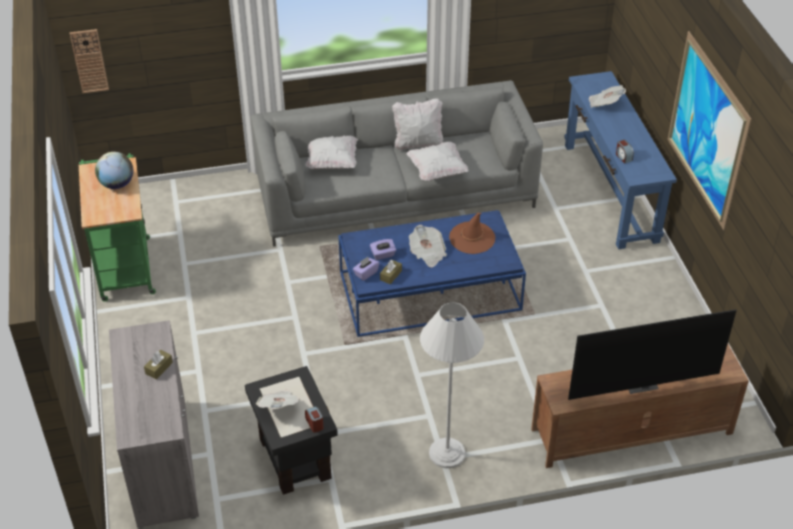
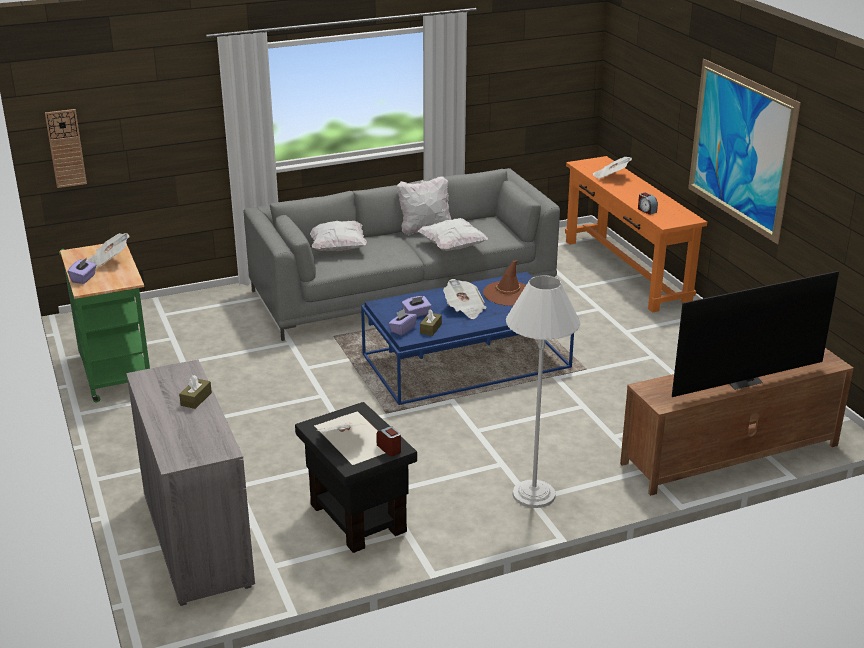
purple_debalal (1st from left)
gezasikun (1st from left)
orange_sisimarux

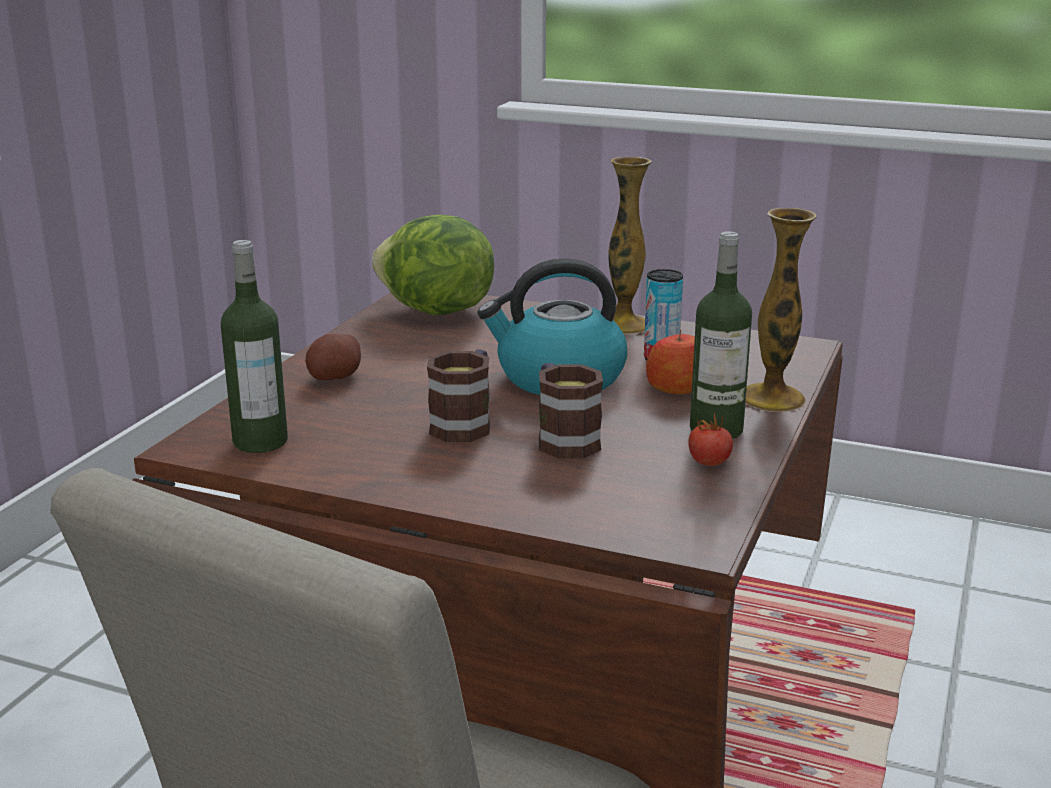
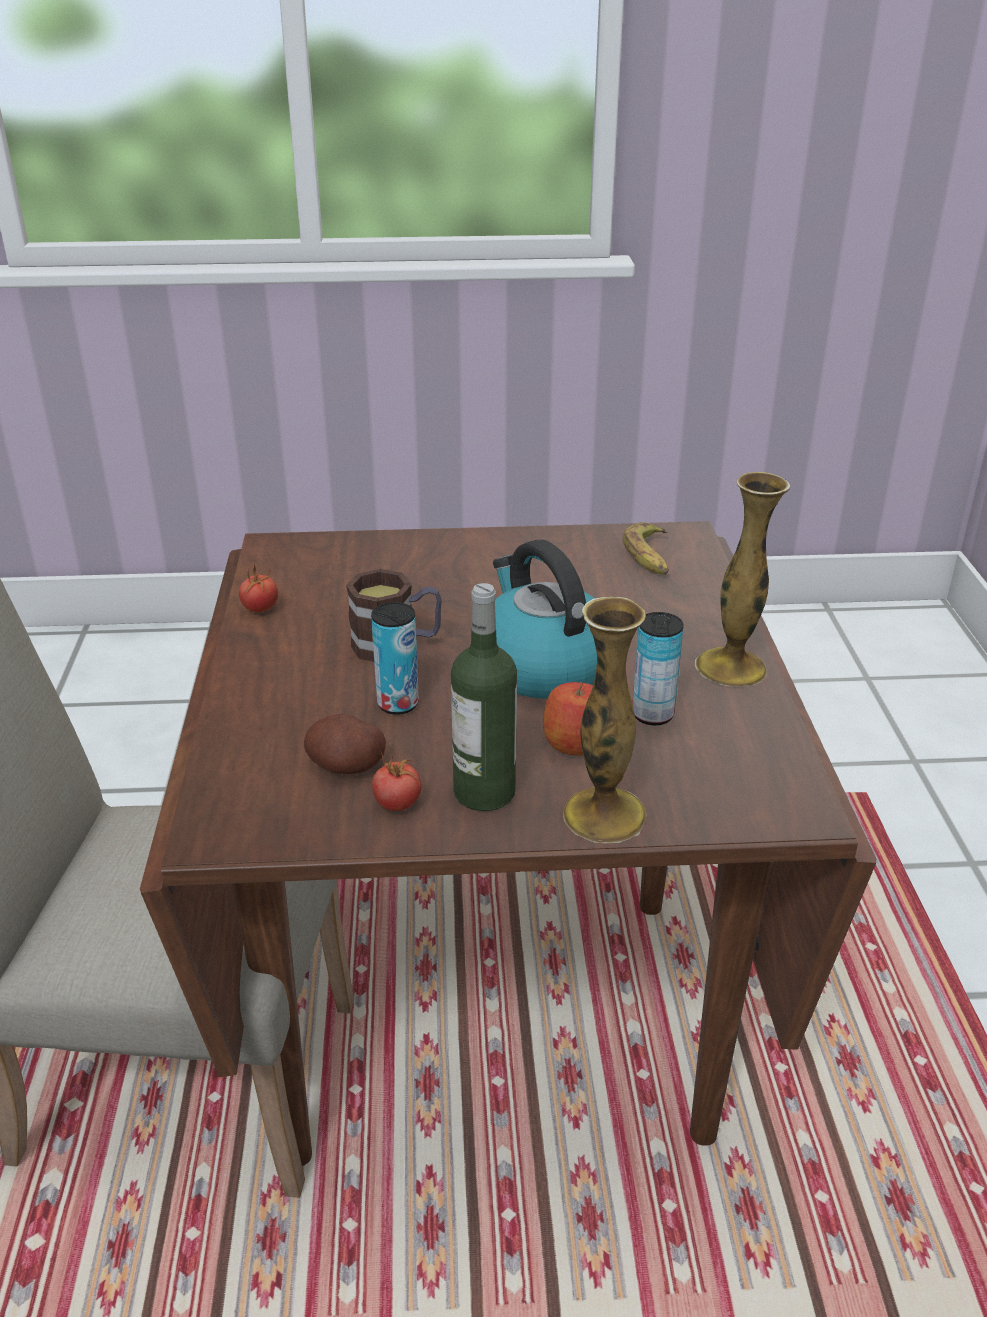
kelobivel (1st from left)
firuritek
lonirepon (1st from left)
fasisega
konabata (1st from left in the first image)

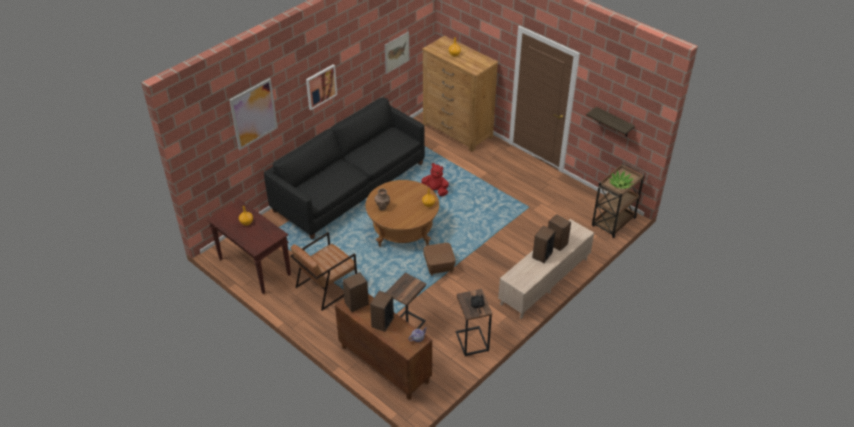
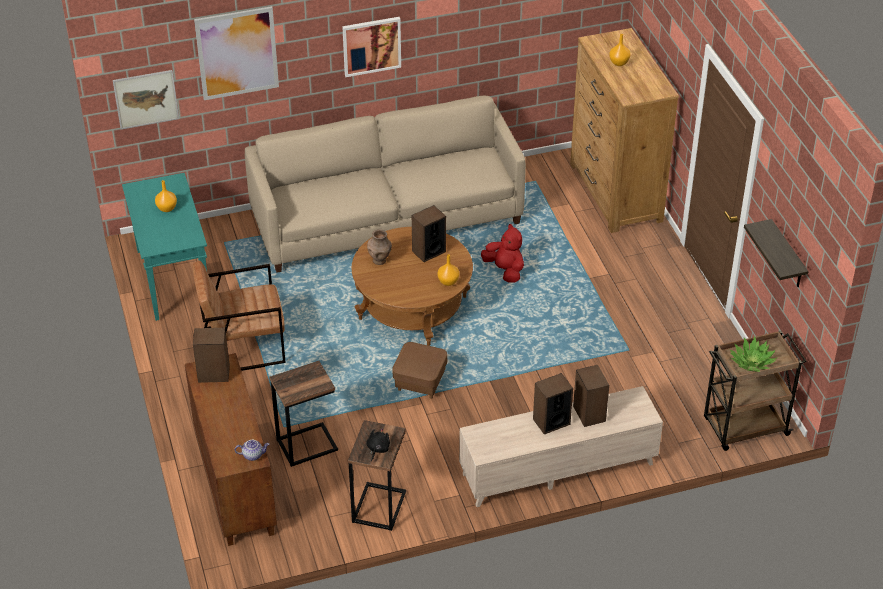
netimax (1st from left)
turquoise_sisimarux
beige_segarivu
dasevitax (2nd from left)

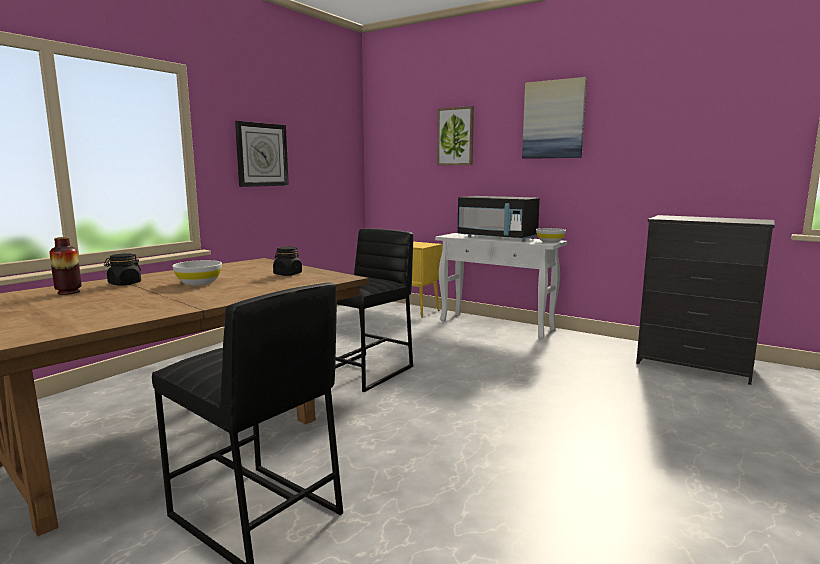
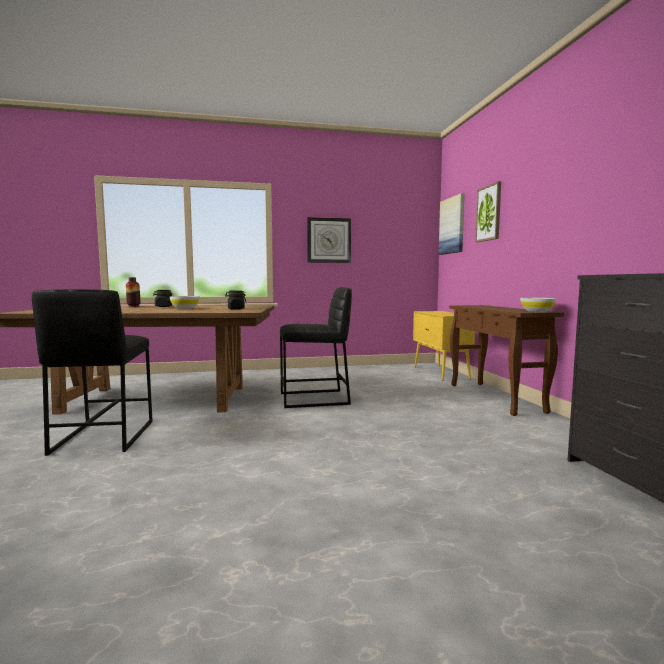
netimax (1st from left)
brown_sisimarux
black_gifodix

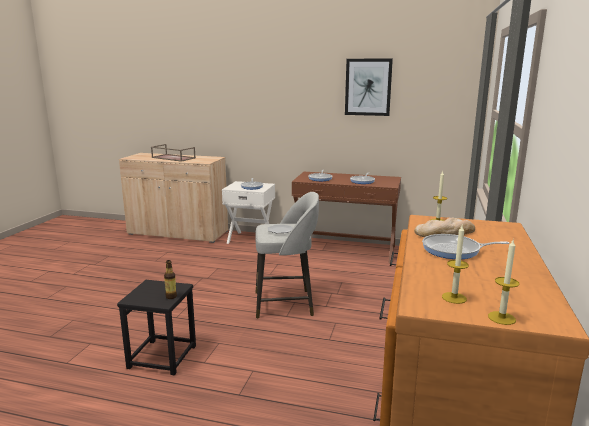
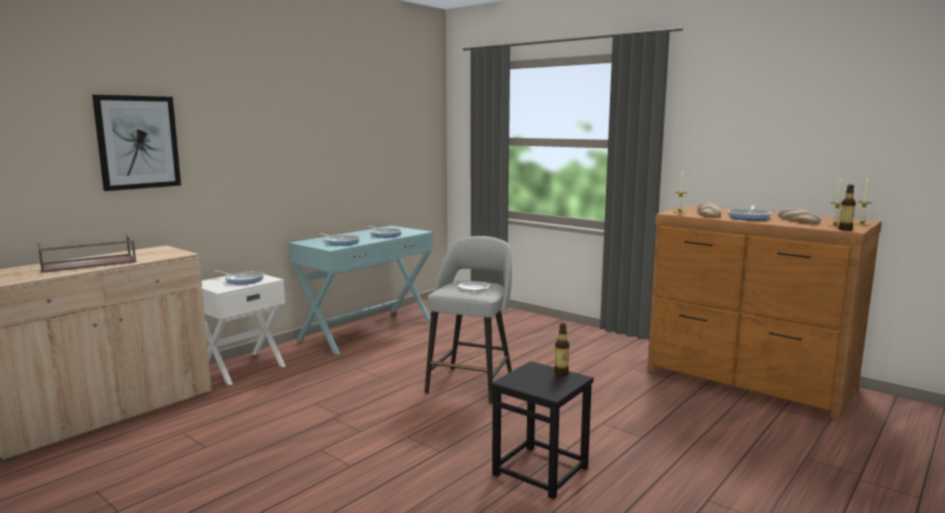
netimax
turquoise_sisimarux
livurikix (2nd from left)
konabata (2nd from left)

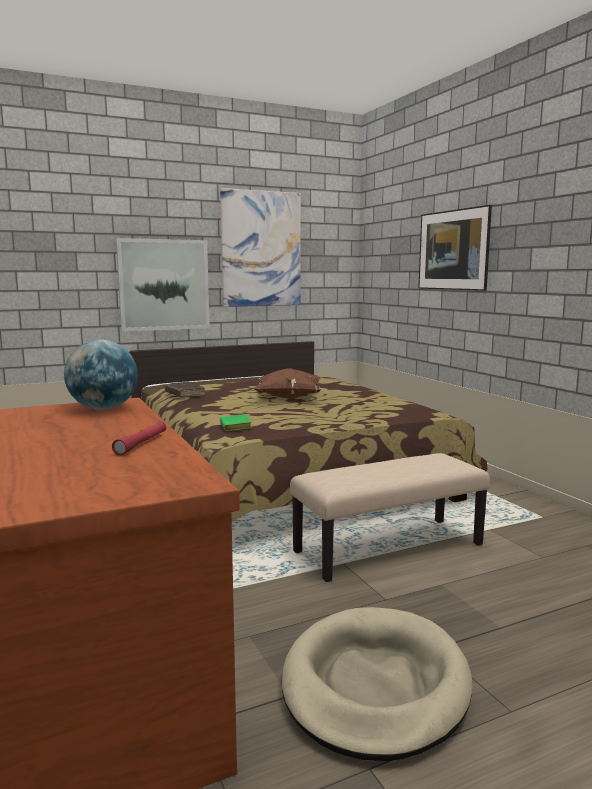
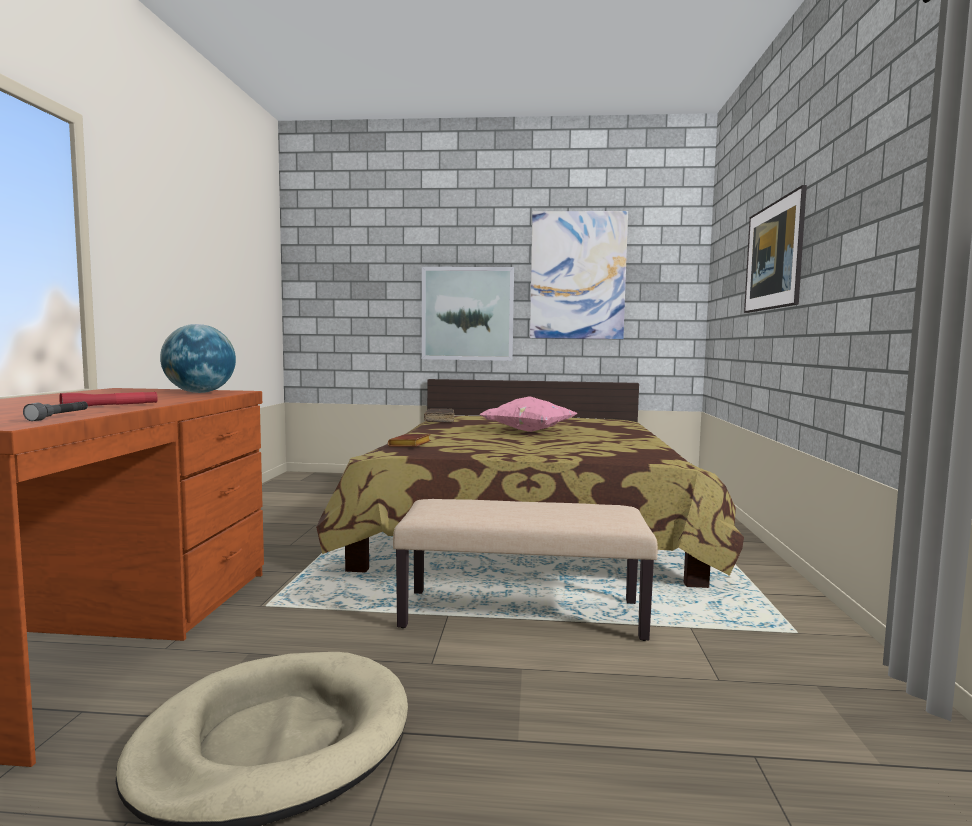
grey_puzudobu
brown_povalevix (1st from left)
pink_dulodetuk

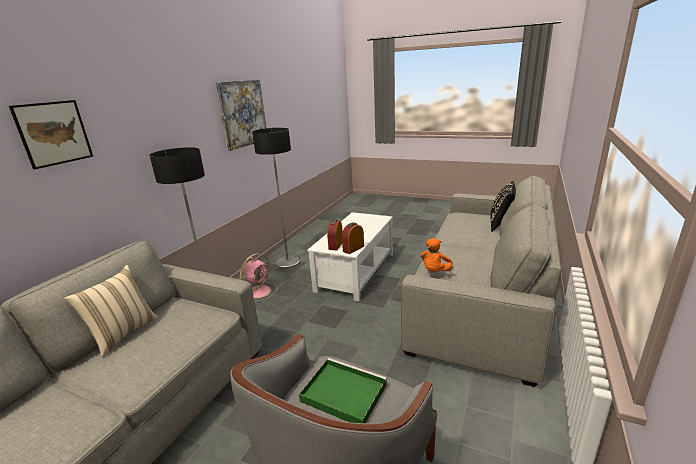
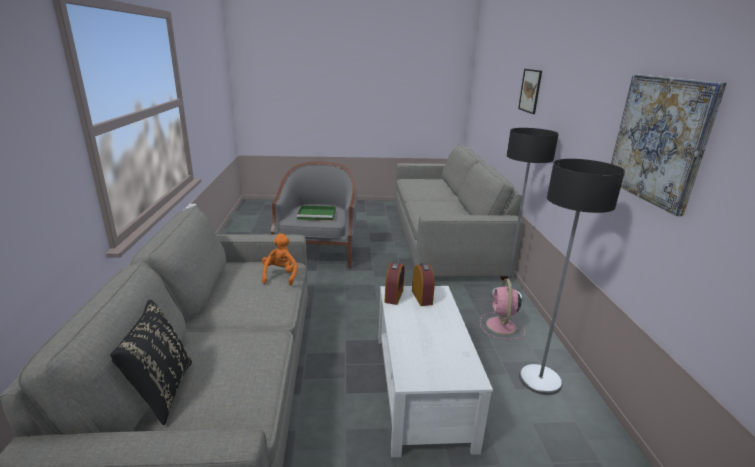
beige_dulodetuk

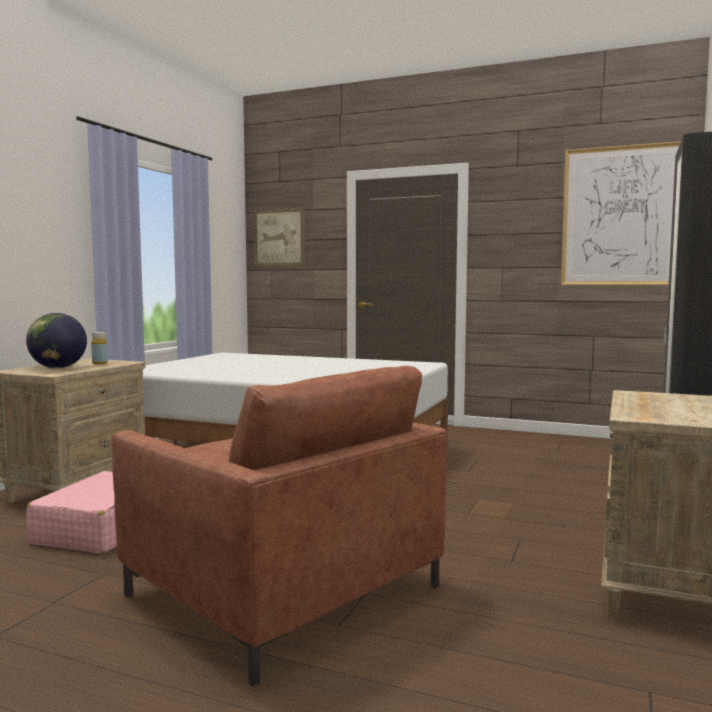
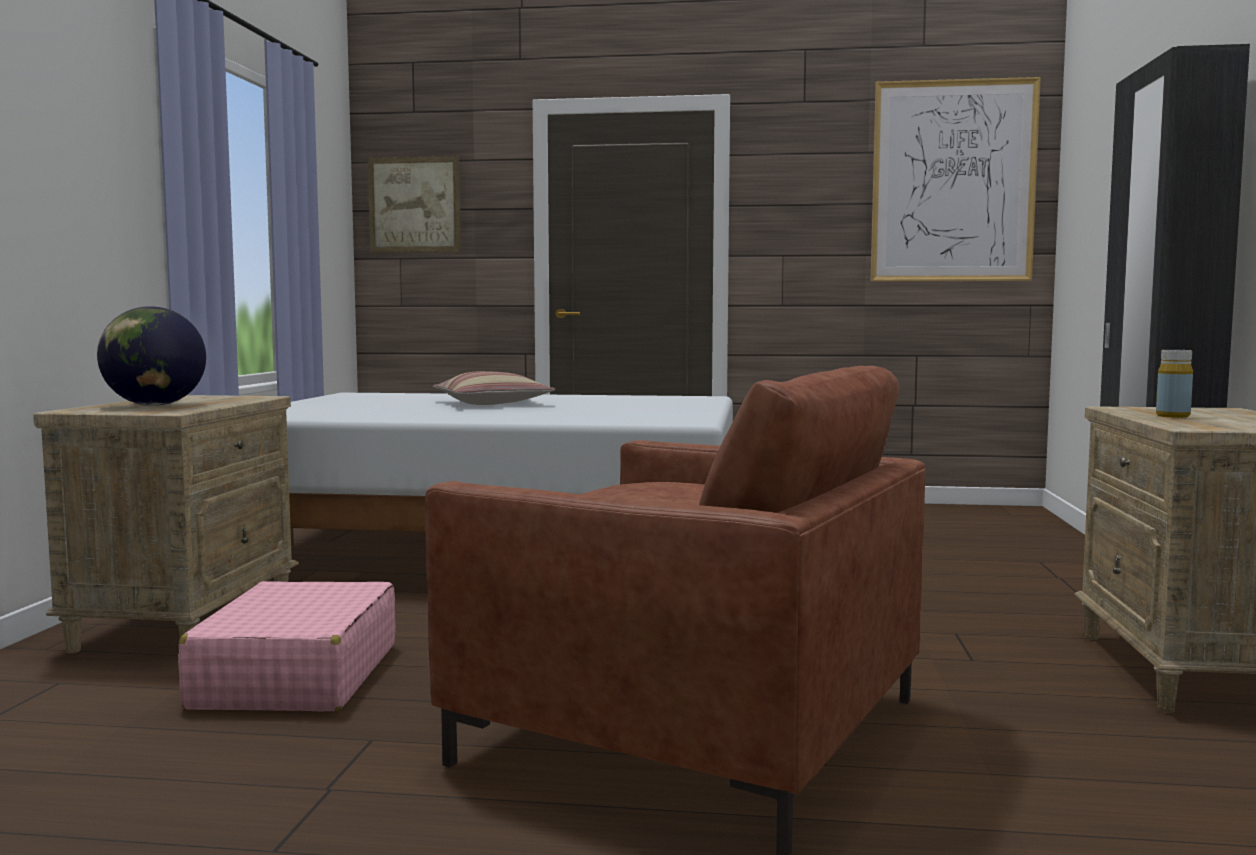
dulodetuk
yellow_konabata

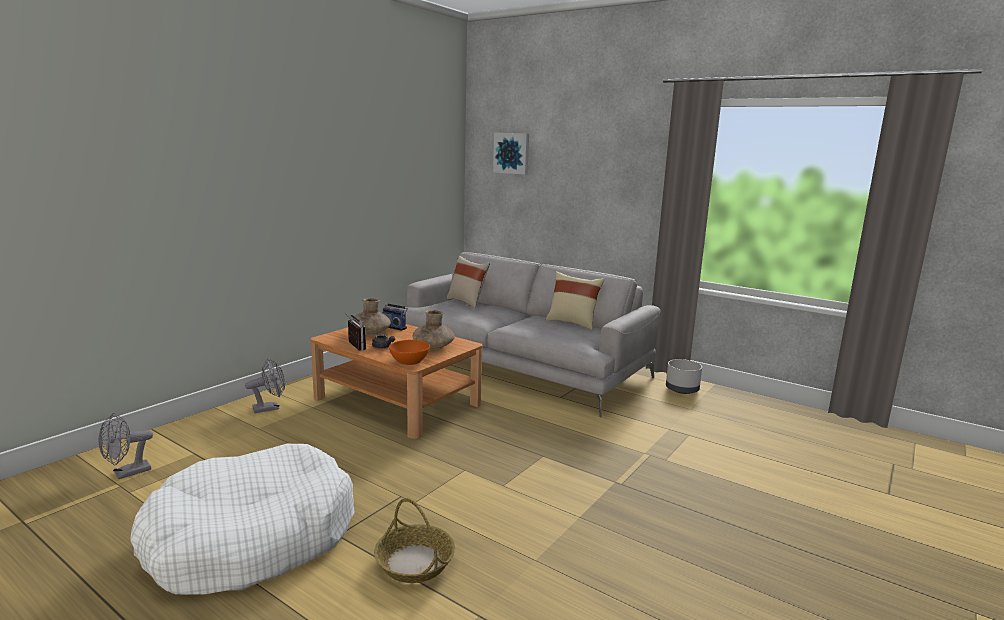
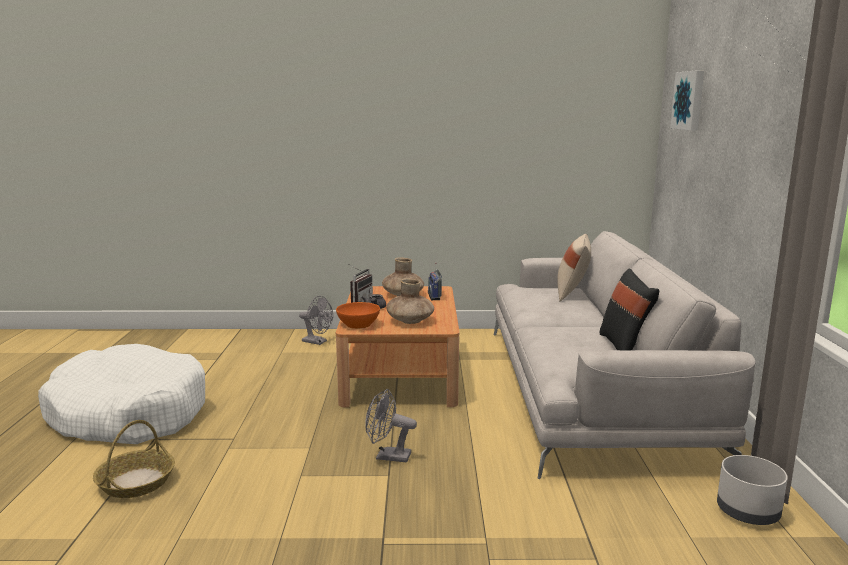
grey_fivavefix (2nd from left)
black_dulodetuk

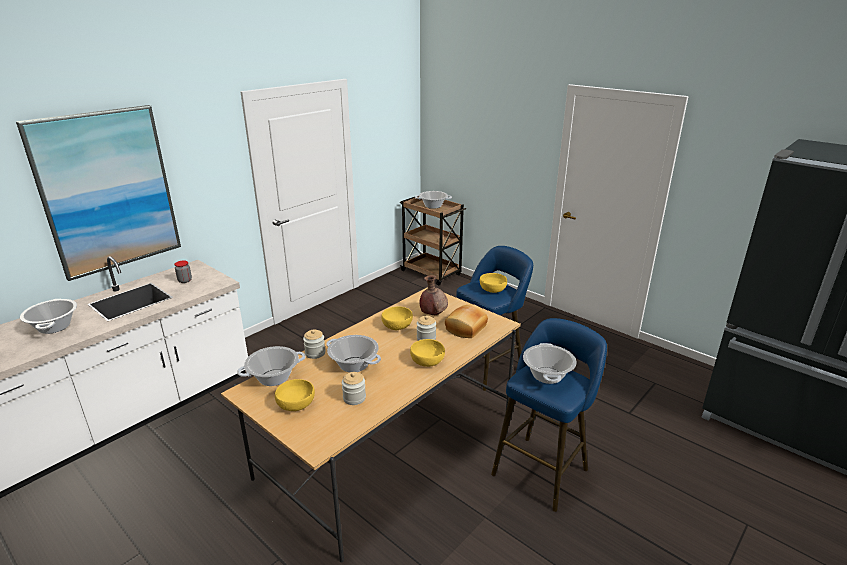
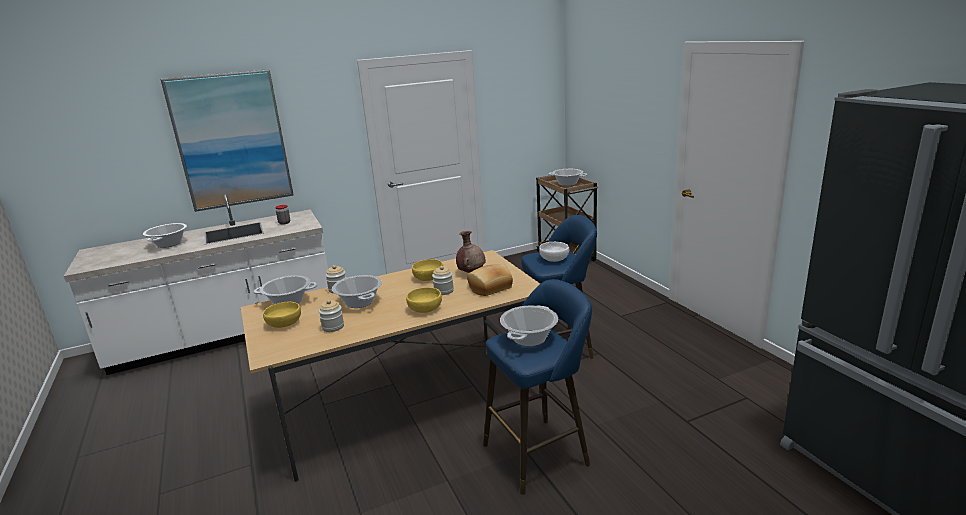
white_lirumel

